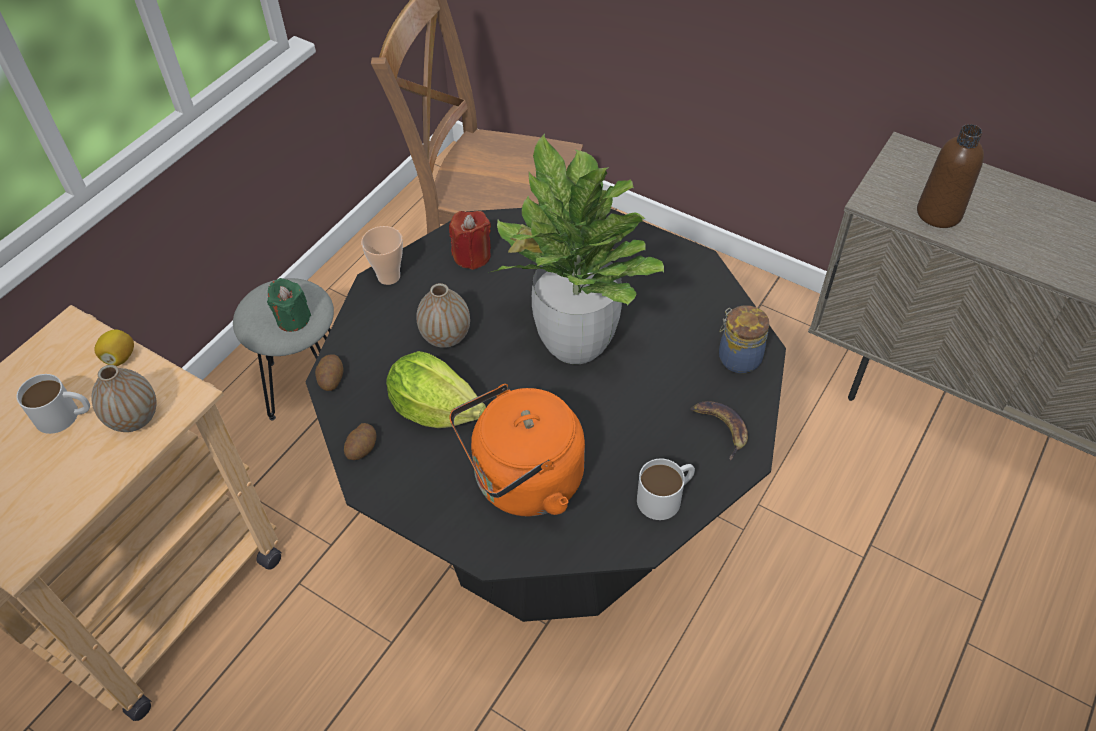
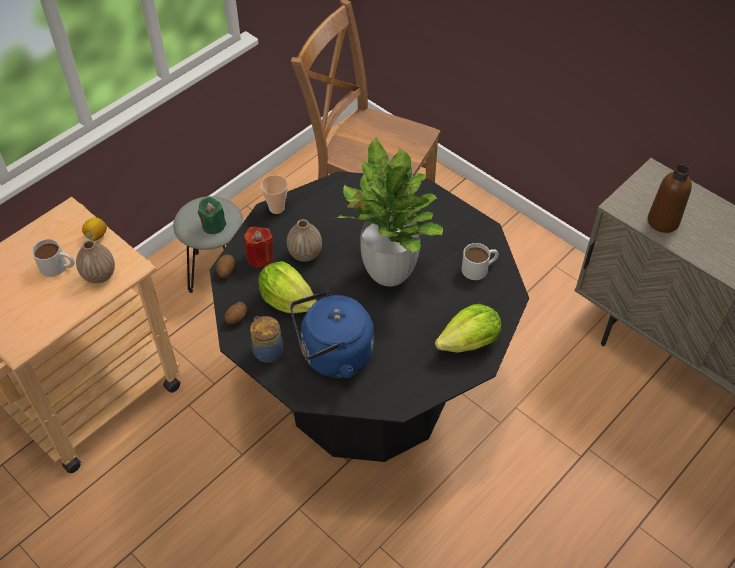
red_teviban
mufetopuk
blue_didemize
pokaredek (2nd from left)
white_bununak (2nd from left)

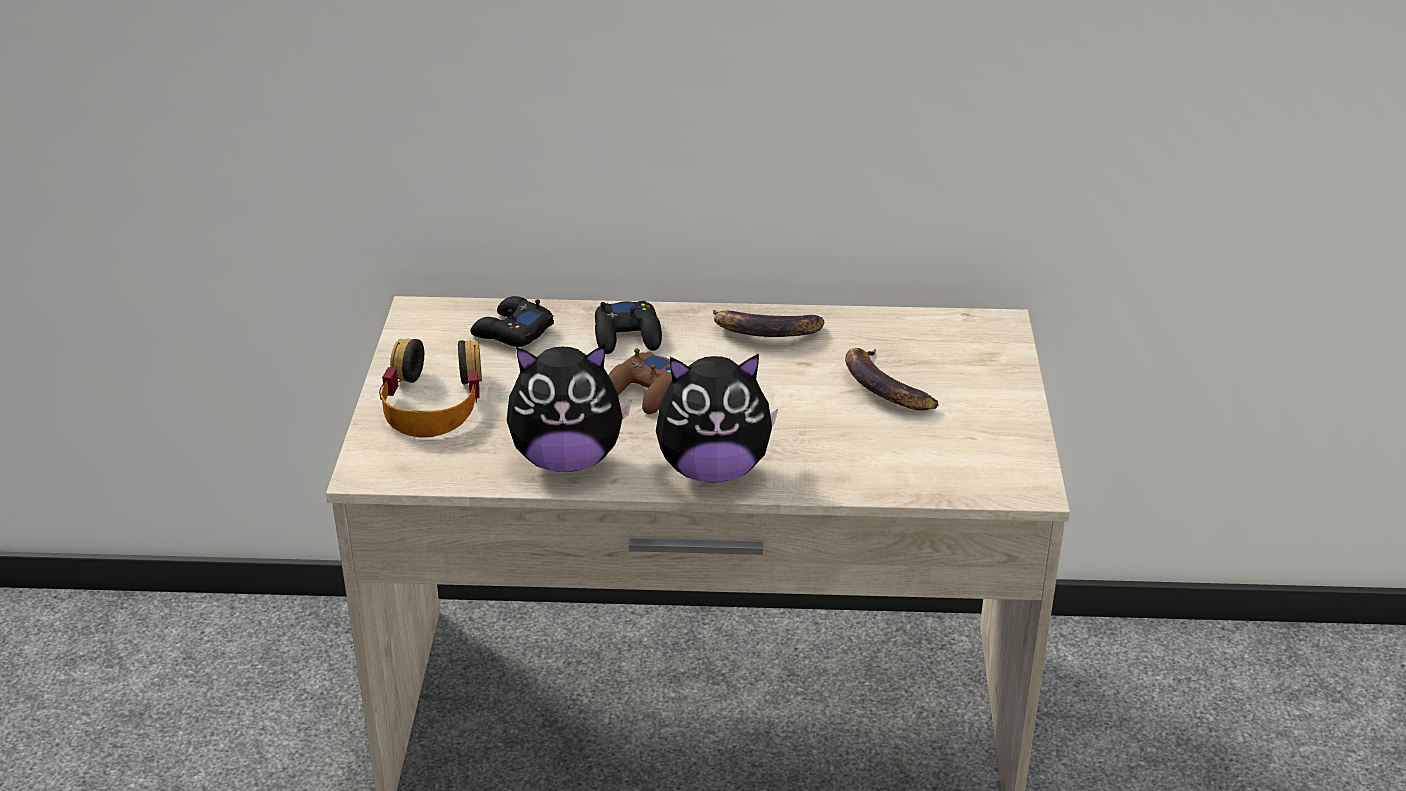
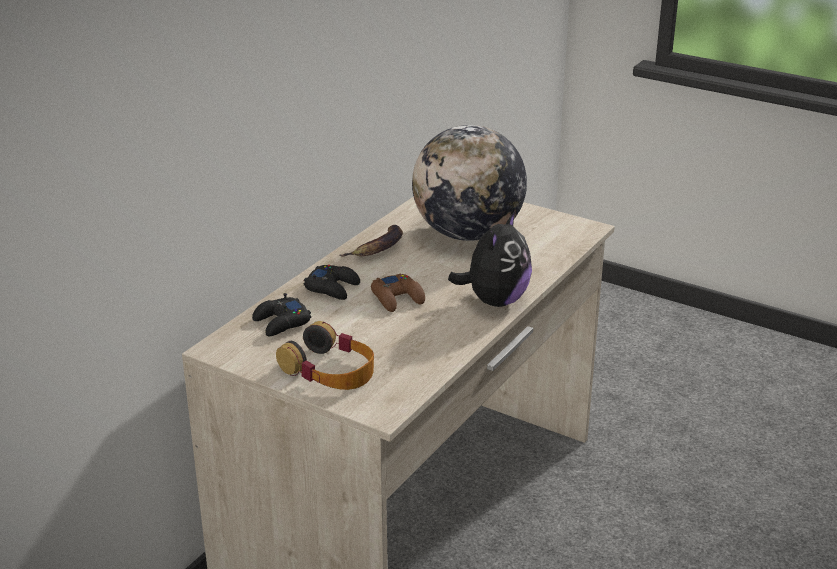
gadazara
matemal (1st from left in the first image)

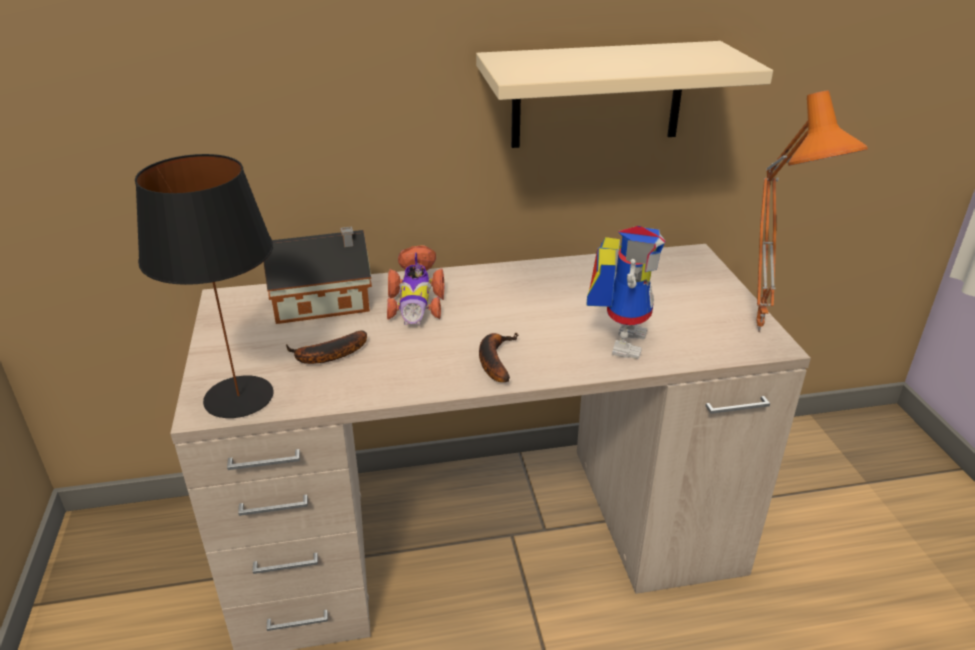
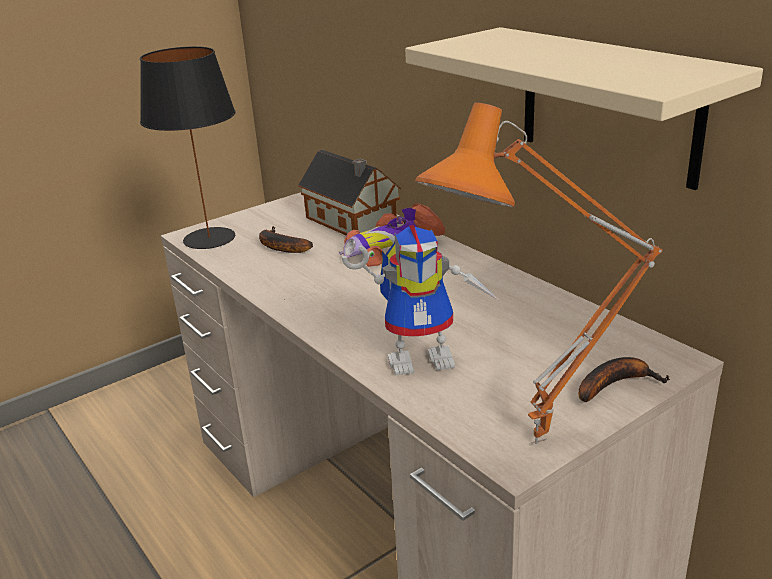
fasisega (2nd from left)

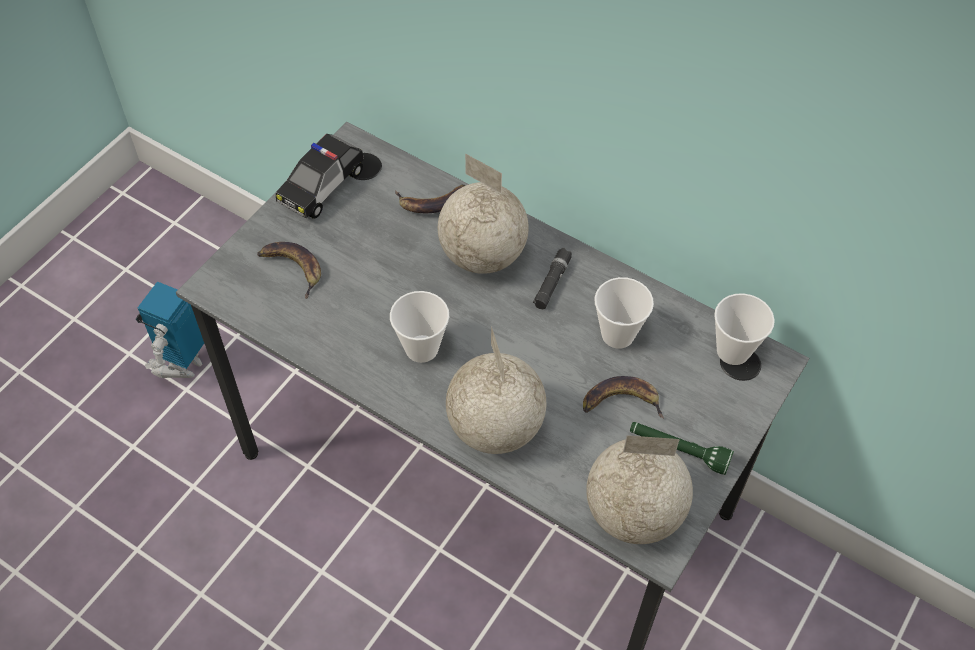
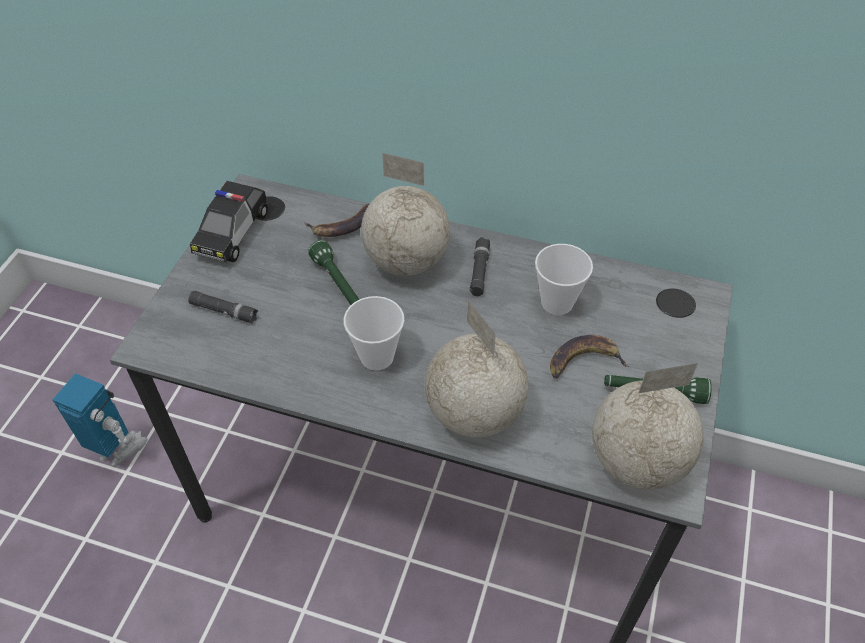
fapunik
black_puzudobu (1st from left)
green_puzudobu (1st from left)
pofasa (3rd from left in the first image)

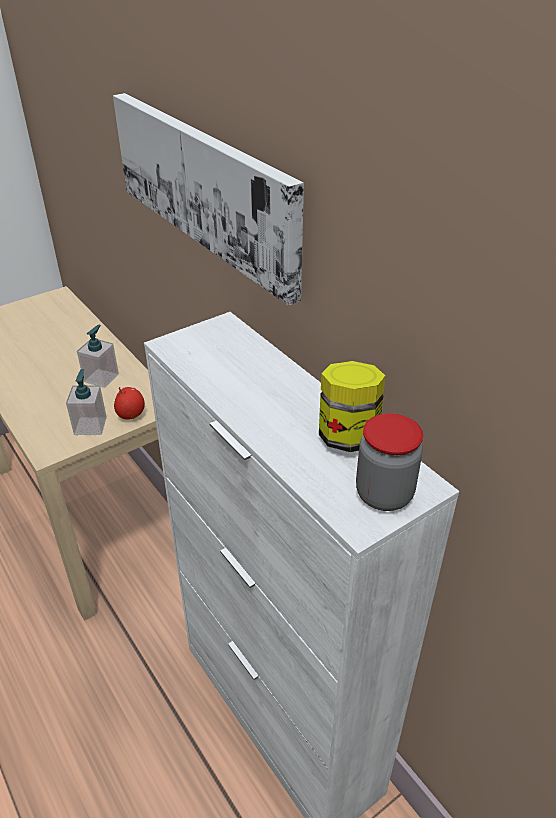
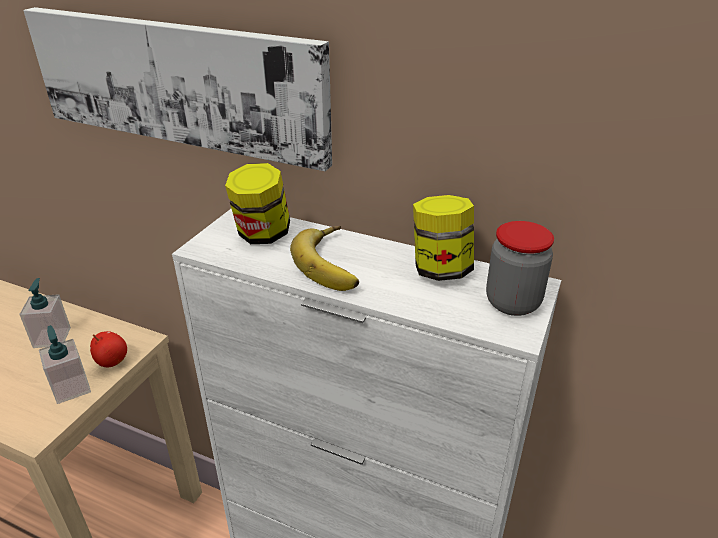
mufetopuk (1st from left)
fasisega

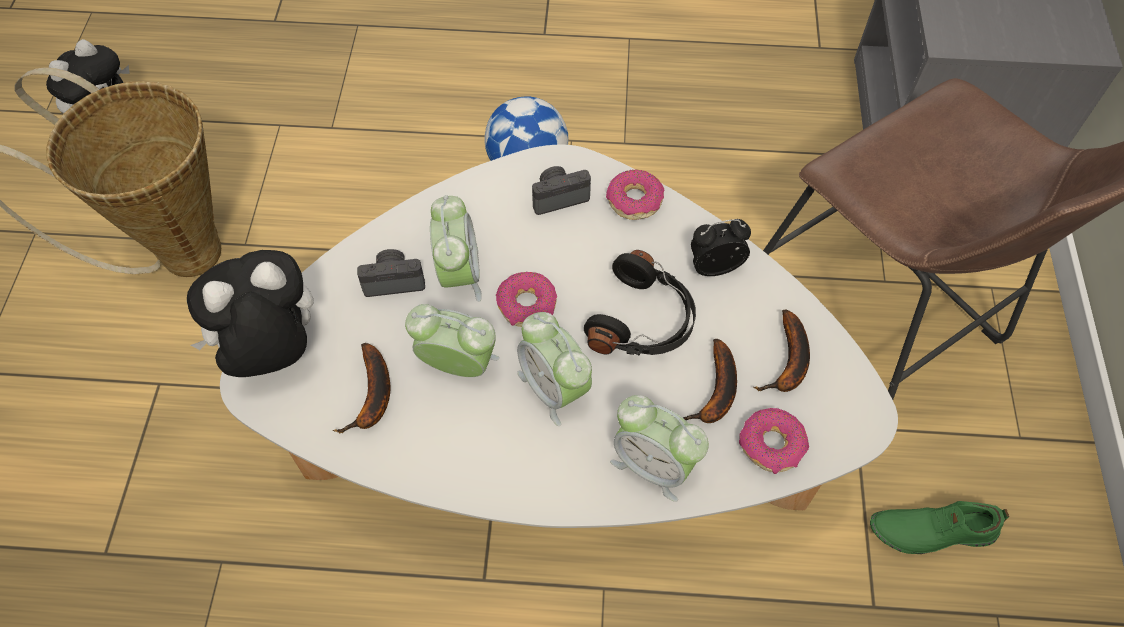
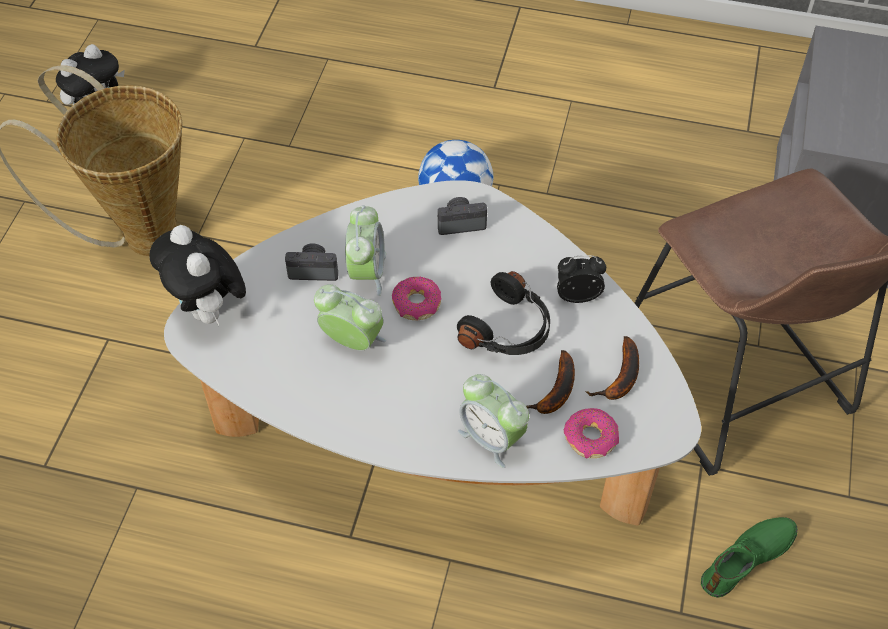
matemal (2nd from left)
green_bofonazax
fasisega (1st from left in the first image)
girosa (3rd from left in the first image)
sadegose (2nd from left in the first image)

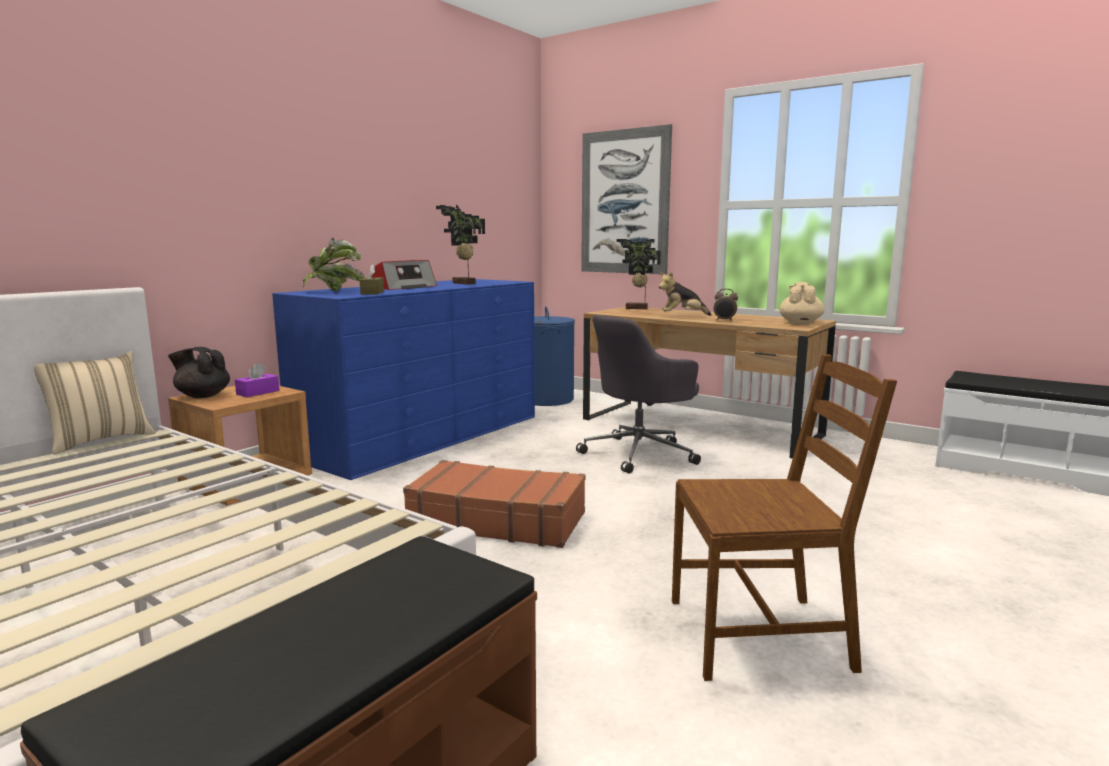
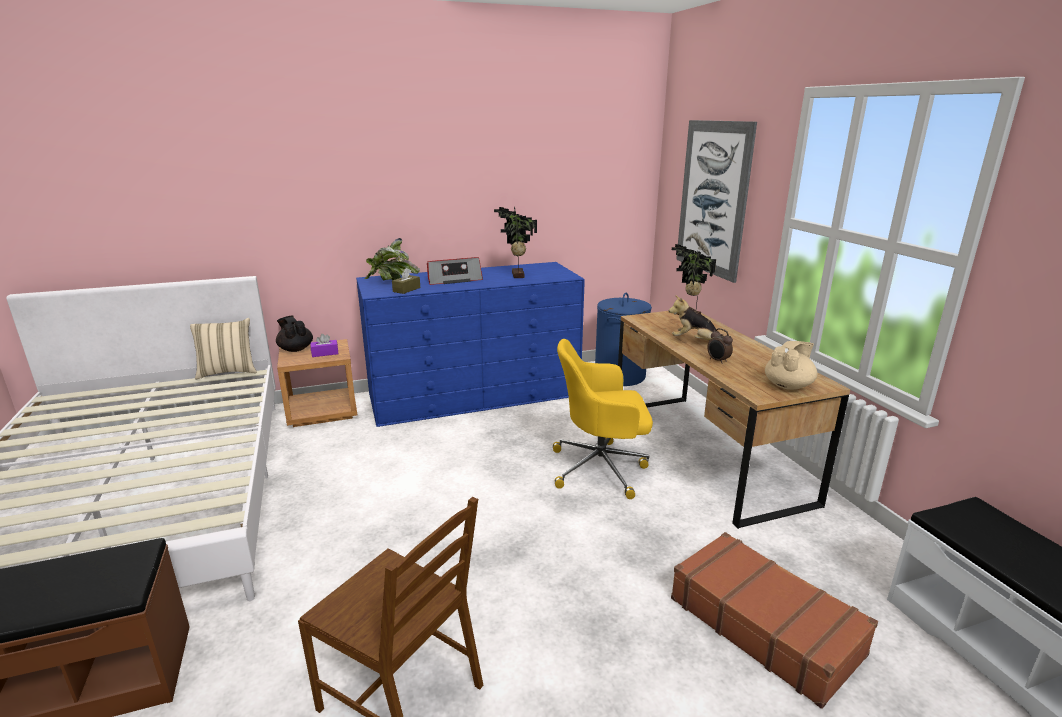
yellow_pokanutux
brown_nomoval

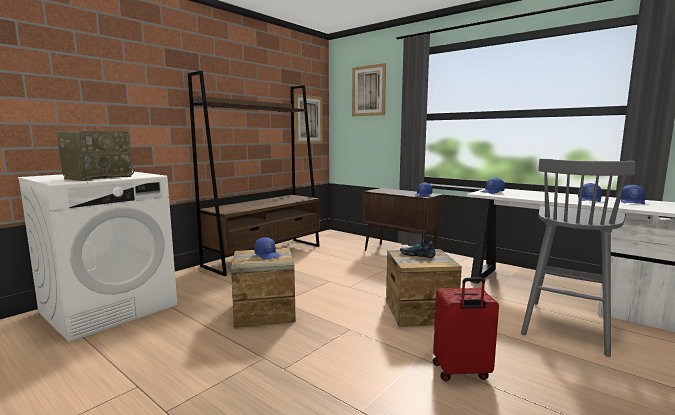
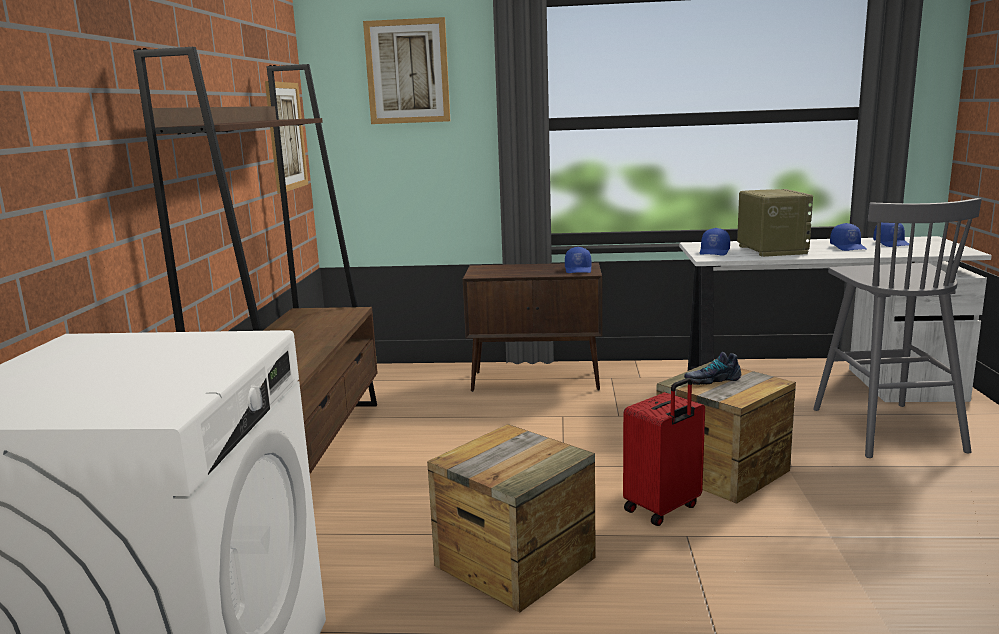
red_nomoval
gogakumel
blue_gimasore (1st from left in the first image)

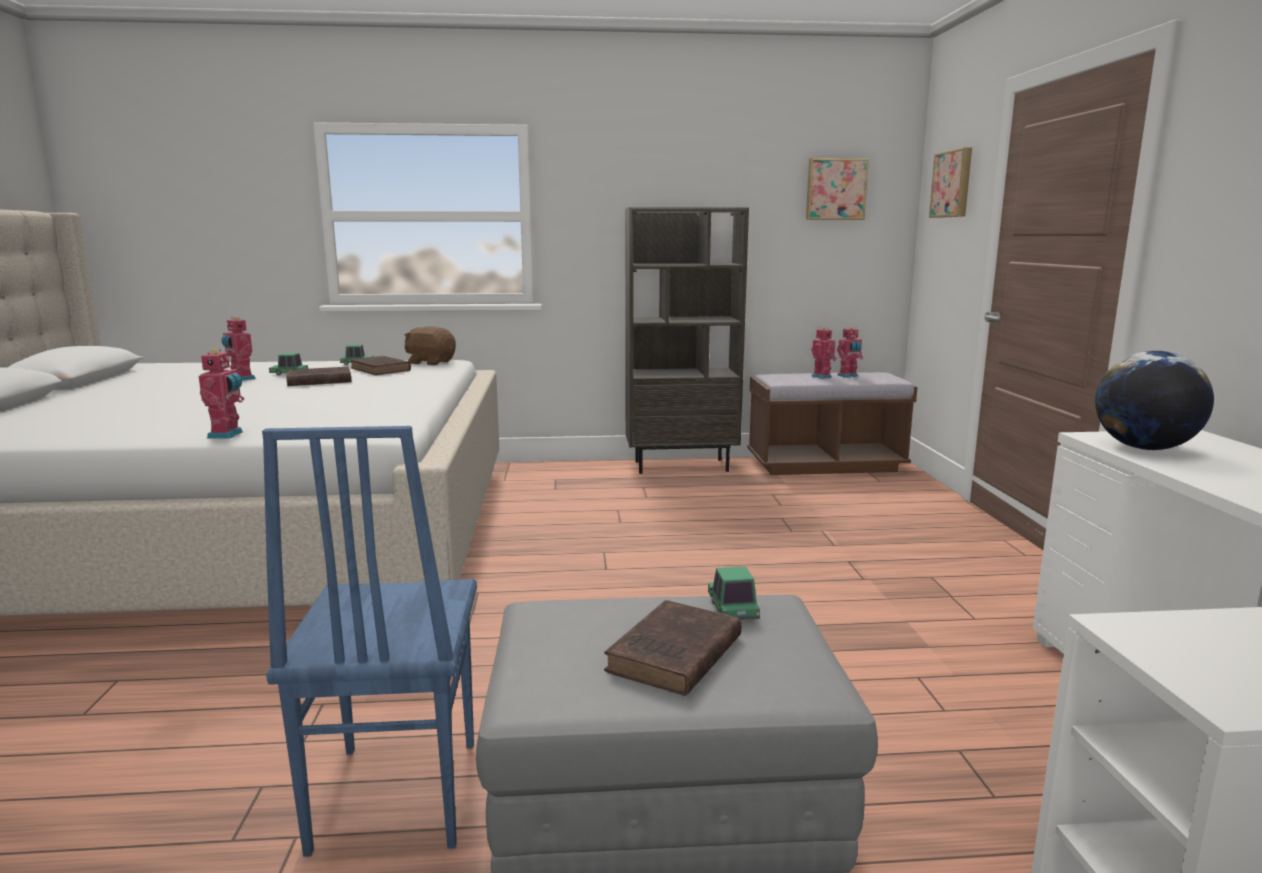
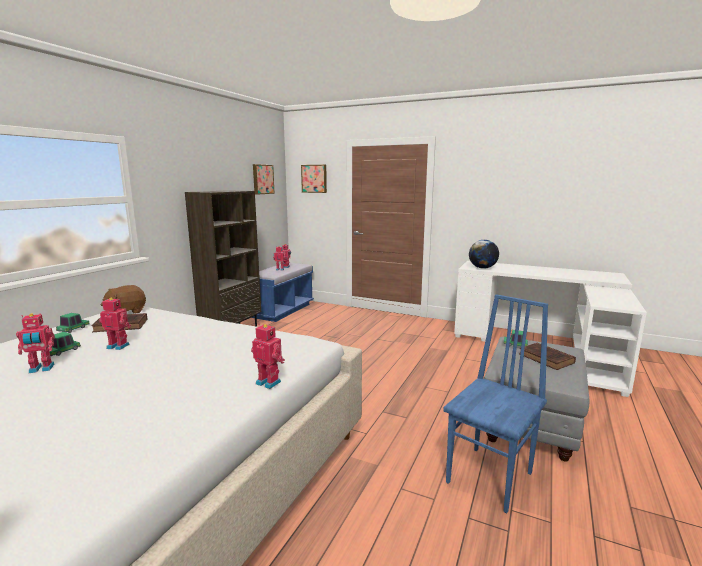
fapunik (2nd from left)
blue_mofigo
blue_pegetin

